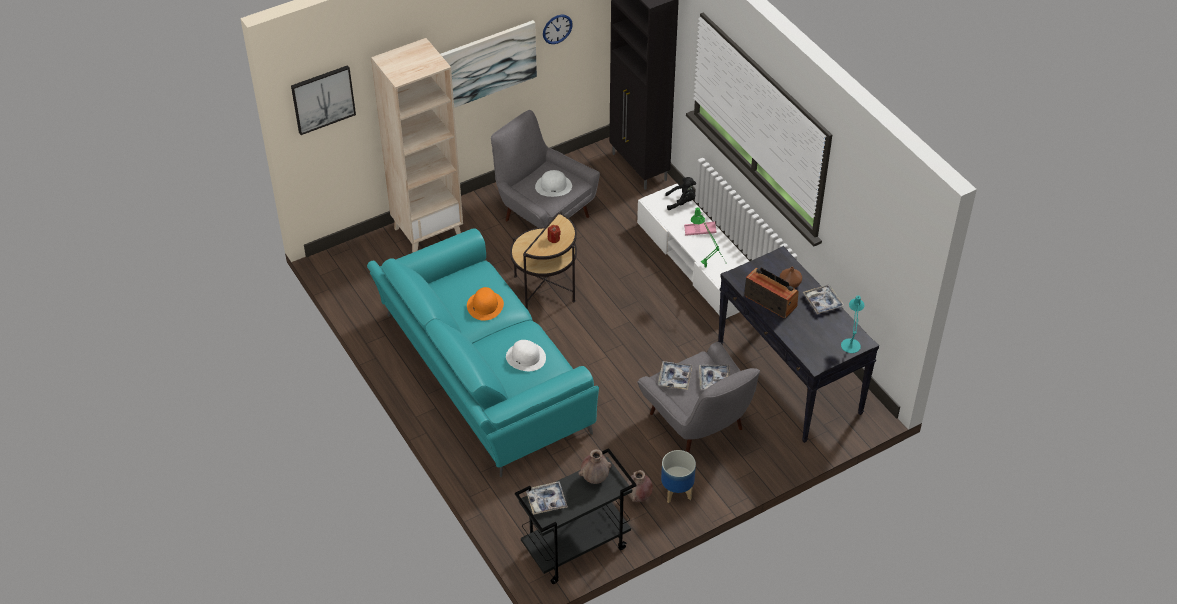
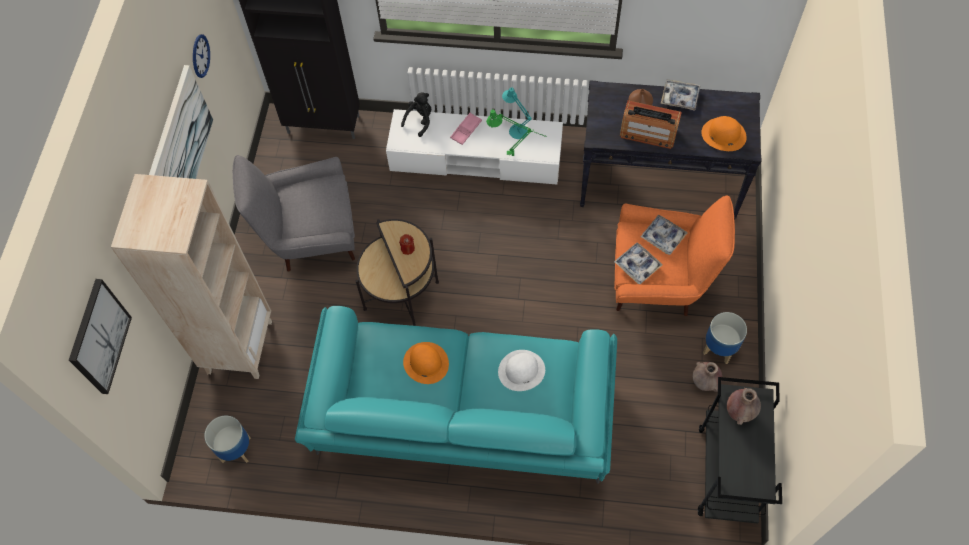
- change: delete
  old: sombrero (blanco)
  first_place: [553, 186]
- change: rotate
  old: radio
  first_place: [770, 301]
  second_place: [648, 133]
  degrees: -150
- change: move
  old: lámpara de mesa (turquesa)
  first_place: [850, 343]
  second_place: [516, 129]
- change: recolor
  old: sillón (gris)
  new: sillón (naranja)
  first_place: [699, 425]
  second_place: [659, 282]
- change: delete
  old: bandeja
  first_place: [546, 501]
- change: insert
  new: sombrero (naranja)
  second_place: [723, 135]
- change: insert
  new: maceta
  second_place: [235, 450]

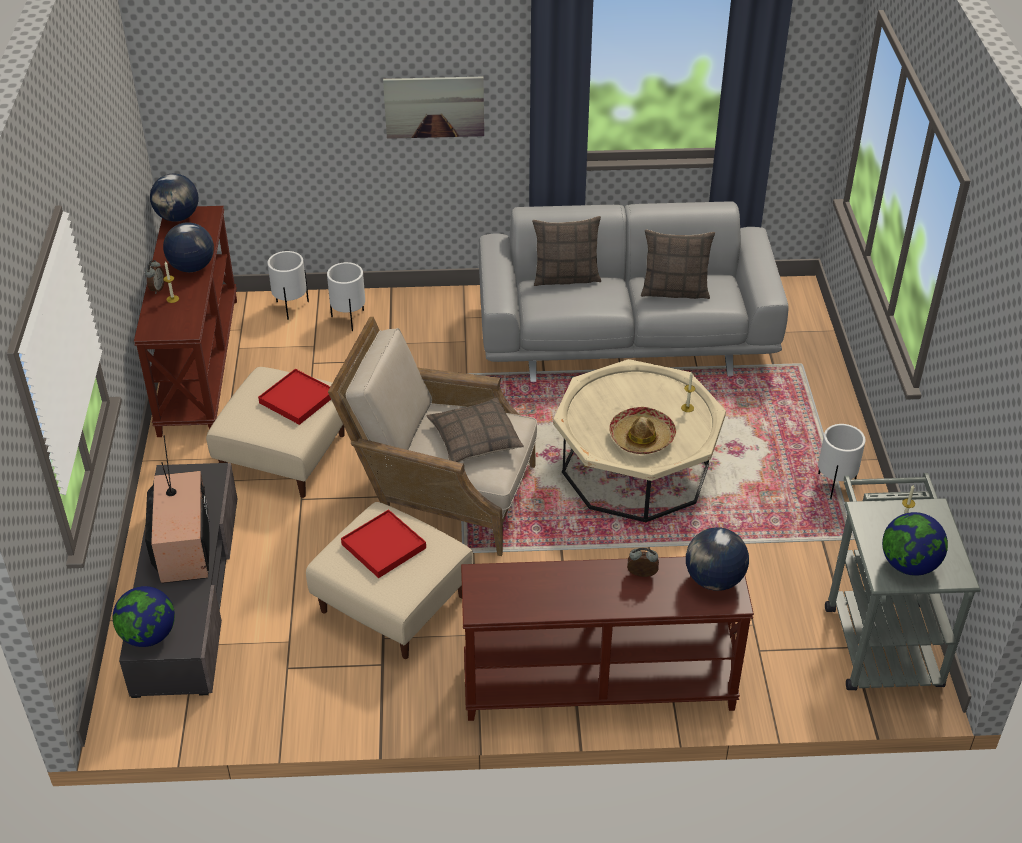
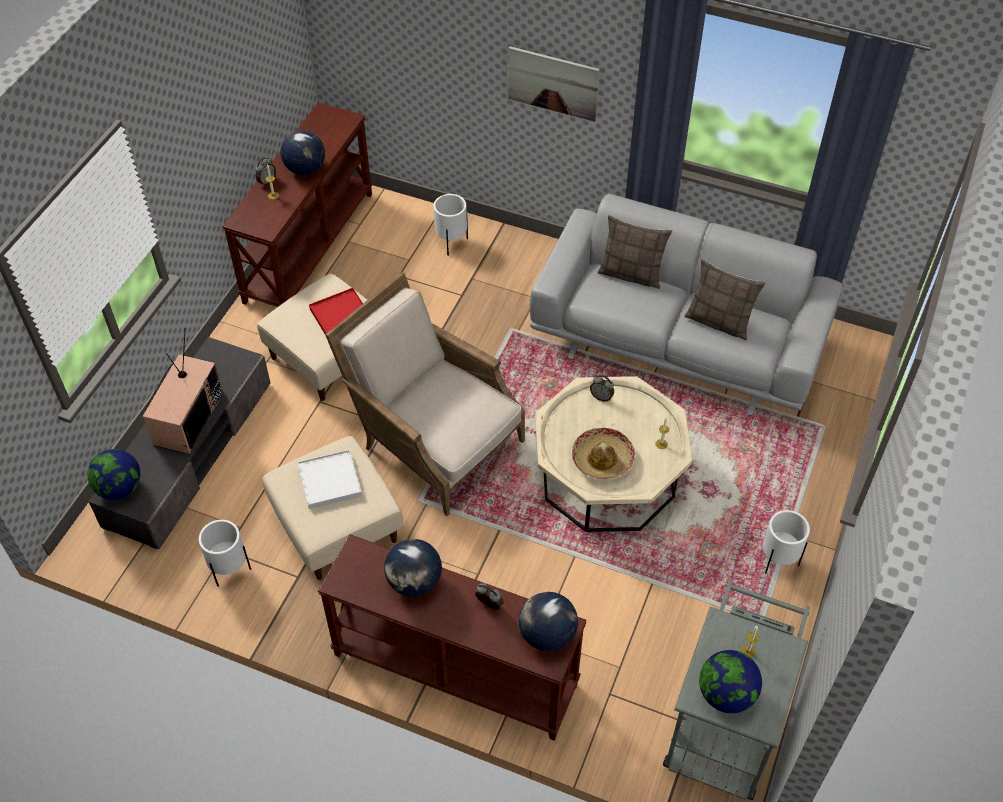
- change: move
  old: globo terráqueo
  first_place: [177, 217]
  second_place: [414, 582]
- change: move
  old: maceta (blanco)
  first_place: [291, 308]
  second_place: [230, 570]
- change: delete
  old: cojín
  first_place: [474, 439]
- change: recolor
  old: bandeja (rojo)
  new: bandeja (blanco)
  first_place: [383, 546]
  second_place: [329, 481]
- change: insert
  new: despertador
  second_place: [601, 397]

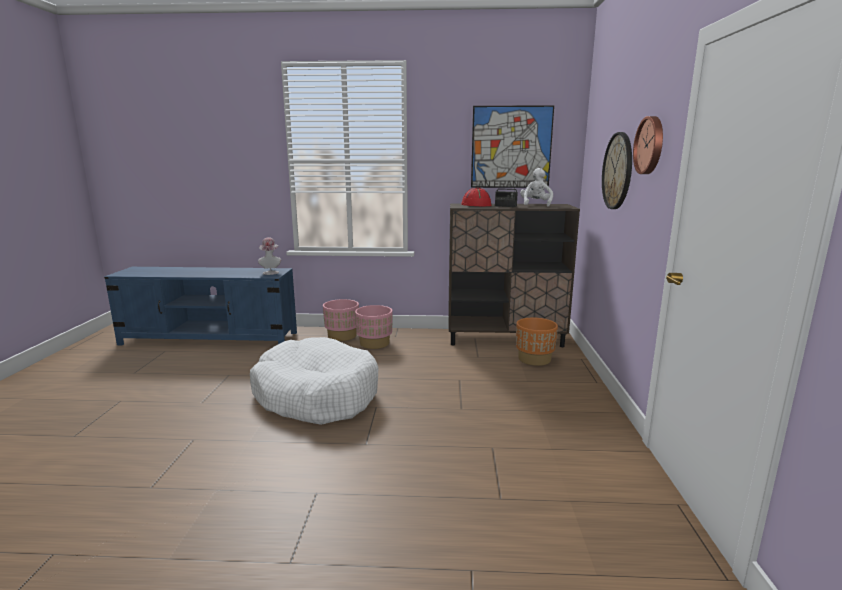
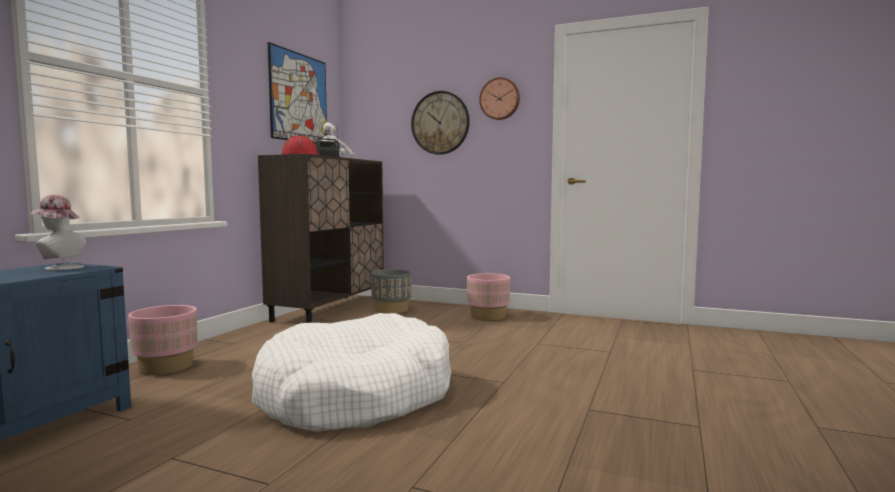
- change: move
  old: maceta (rosa)
  first_place: [374, 343]
  second_place: [488, 317]
- change: recolor
  old: maceta (naranja)
  new: maceta (gris)
  first_place: [534, 359]
  second_place: [391, 310]

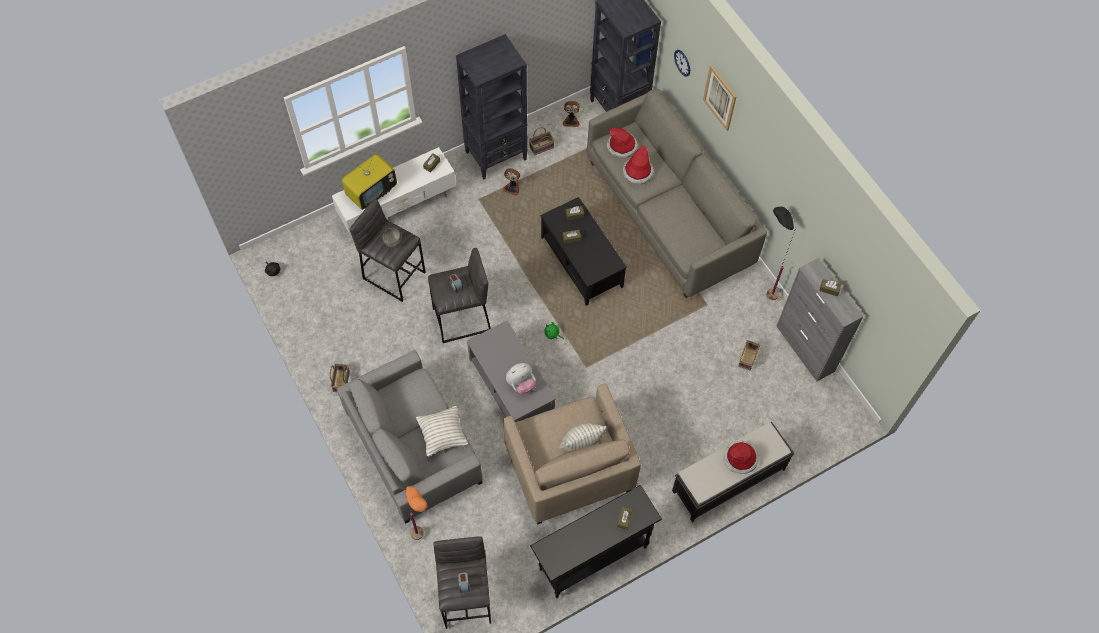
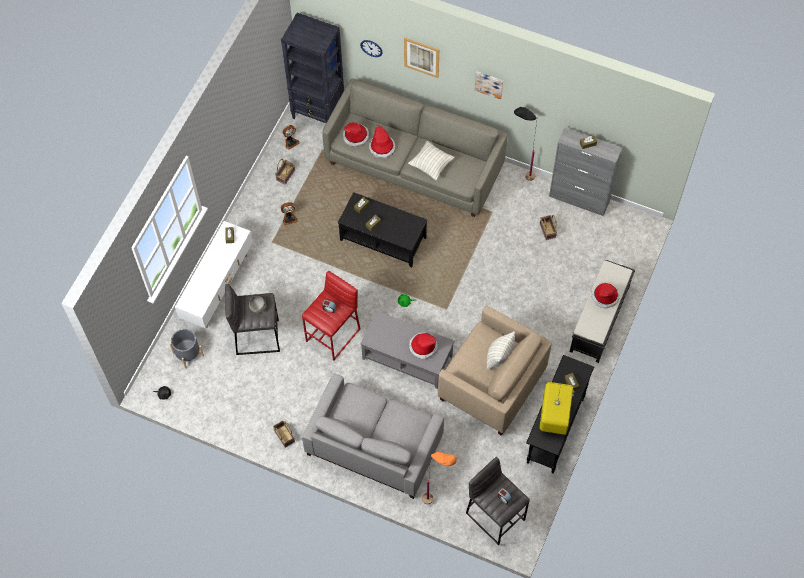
- change: delete
  old: estantería (negro)
  first_place: [496, 155]
- change: move
  old: televisor
  first_place: [372, 192]
  second_place: [554, 415]
- change: recolor
  old: taburete (gris)
  new: taburete (rojo)
  first_place: [462, 320]
  second_place: [334, 335]
- change: replace
  old: peluche
  new: sombrero
  first_place: [521, 384]
  second_place: [423, 347]
- change: move
  old: cojín
  first_place: [442, 435]
  second_place: [431, 165]
- change: insert
  new: cuadro
  second_place: [489, 84]
- change: insert
  new: maceta (gris)
  second_place: [188, 354]

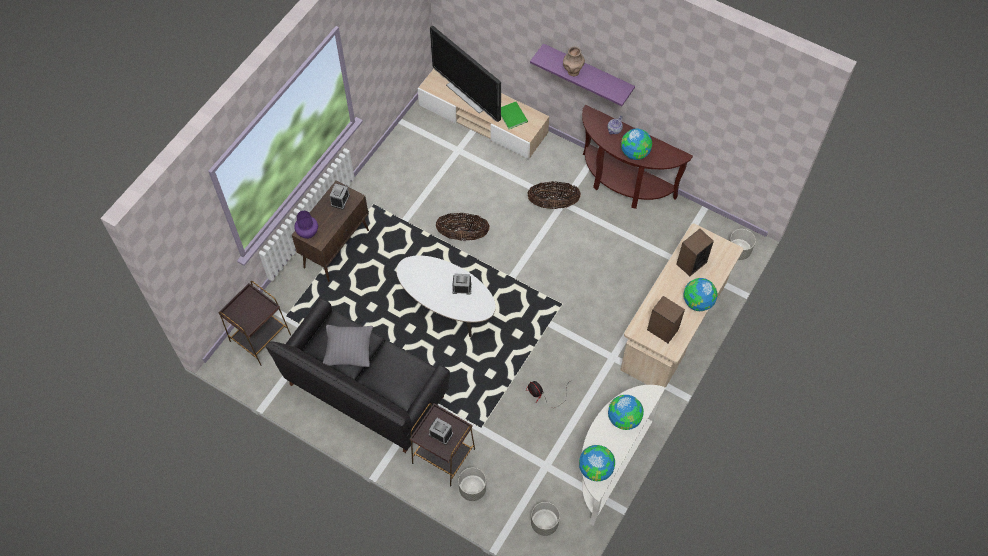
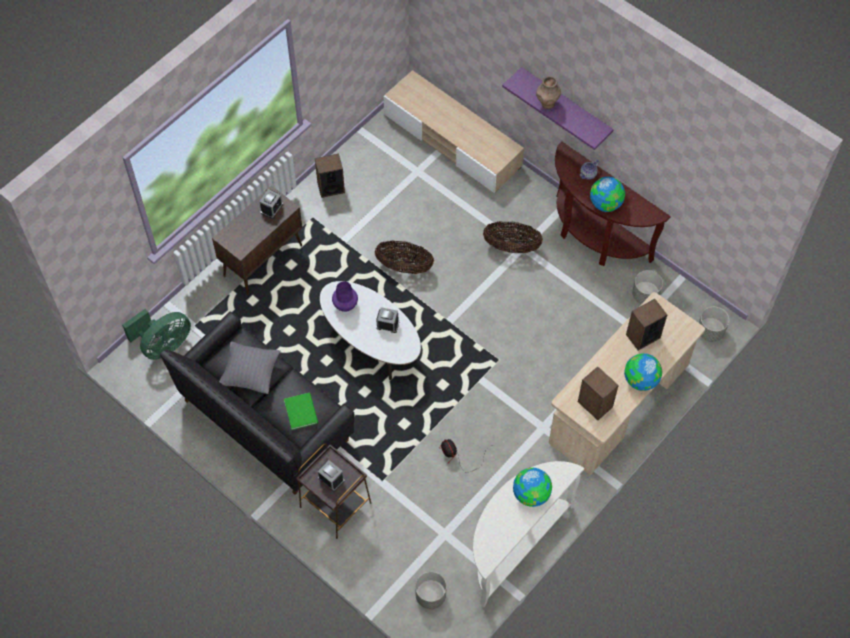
- change: delete
  old: televisor
  first_place: [468, 95]
- change: move
  old: libro (verde)
  first_place: [512, 115]
  second_place: [301, 410]
- change: move
  old: florero (morado)
  first_place: [308, 233]
  second_place: [345, 305]
- change: replace
  old: mesa auxiliar (marrón)
  new: ventilador (verde)
  first_place: [261, 338]
  second_place: [163, 345]
- change: delete
  old: globo terráqueo
  first_place: [595, 468]
- change: move
  old: maceta (gris)
  first_place: [472, 489]
  second_place: [645, 295]
- change: insert
  new: altavoz
  second_place: [331, 187]

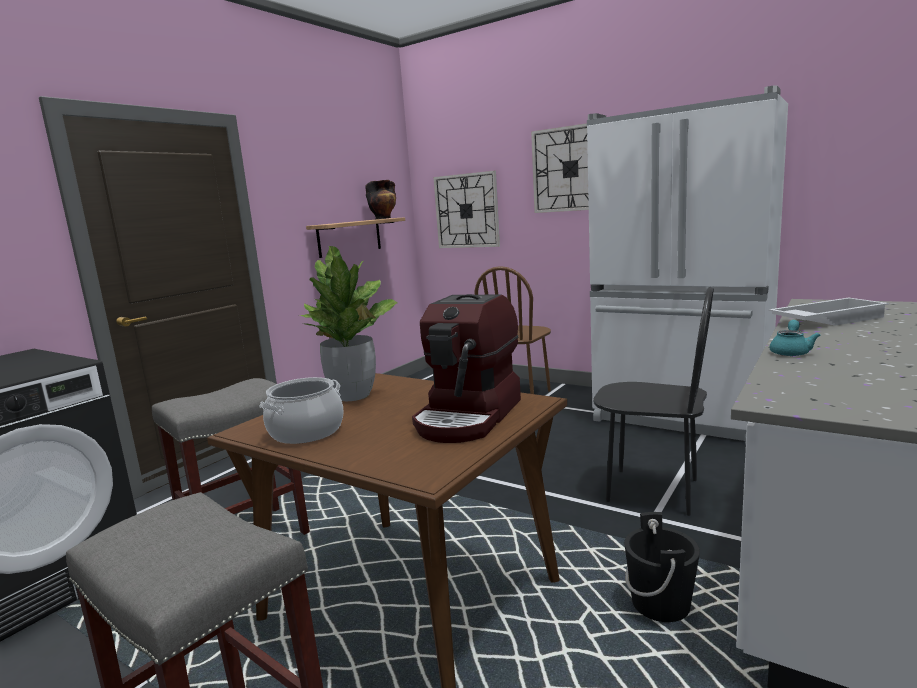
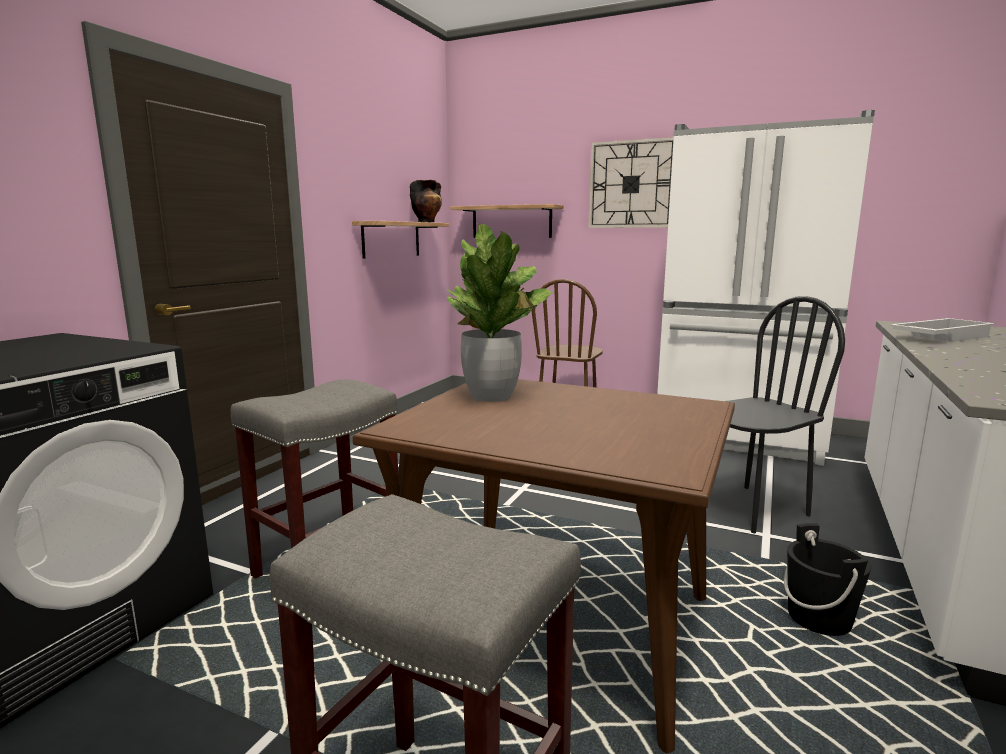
- change: replace
  old: reloj de pared
  new: estante
  first_place: [467, 211]
  second_place: [511, 222]
- change: rotate
  old: silla (negro)
  first_place: [652, 490]
  second_place: [750, 508]
  degrees: -45
- change: delete
  old: cafetera
  first_place: [469, 416]
- change: delete
  old: tetera (turquesa)
  first_place: [791, 351]
- change: delete
  old: olla
  first_place: [306, 431]

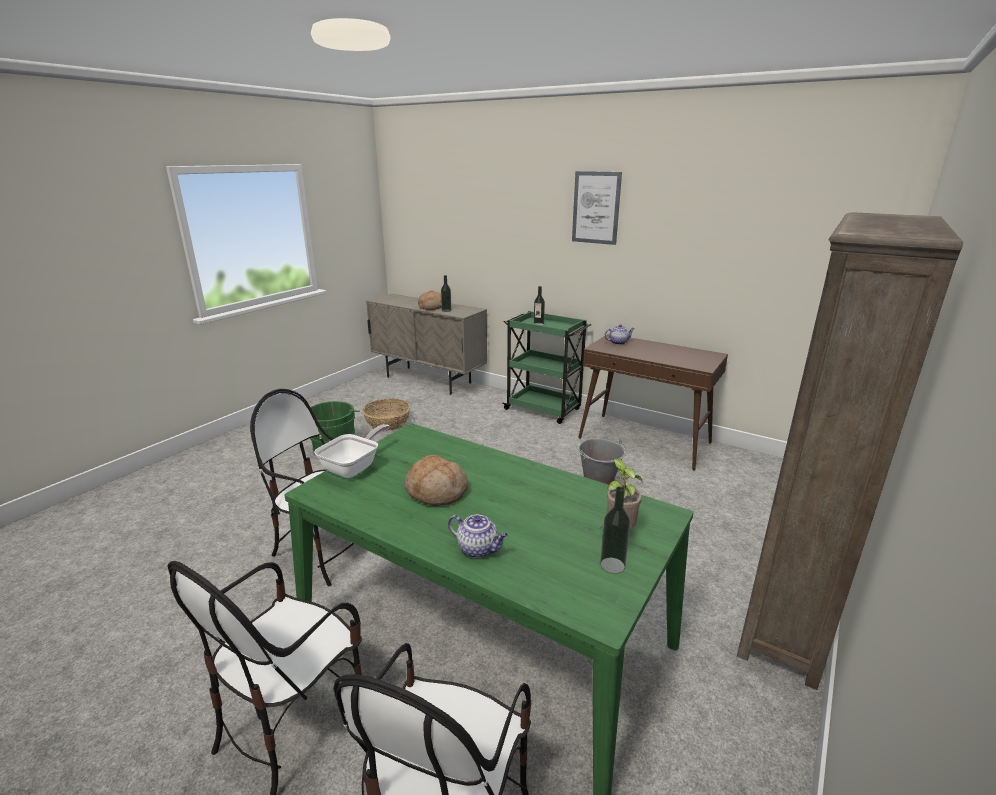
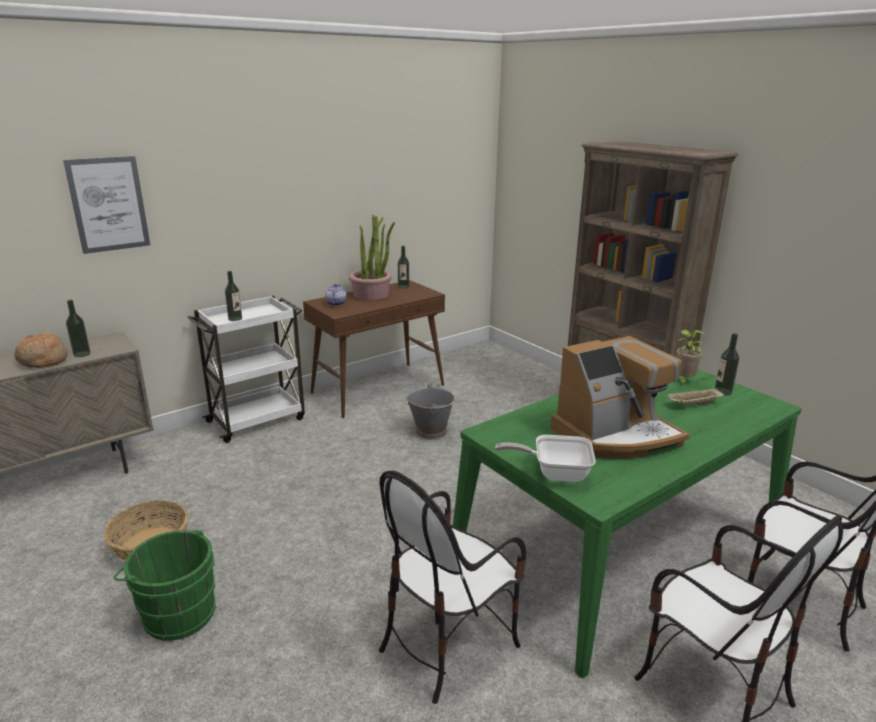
- change: move
  old: cuadro
  first_place: [596, 208]
  second_place: [108, 204]
- change: recolor
  old: carrito (verde)
  new: carrito (blanco)
  first_place: [544, 409]
  second_place: [258, 419]
- change: rotate
  old: sartén
  first_place: [354, 467]
  second_place: [554, 473]
  degrees: -45
- change: replace
  old: pan
  new: cafetera
  first_place: [436, 491]
  second_place: [615, 435]
- change: delete
  old: tetera
  first_place: [478, 549]
- change: insert
  new: planta en maceta
  second_place: [371, 294]
- change: insert
  new: botella
  second_place: [403, 287]
- change: insert
  new: bandeja (beis)
  second_place: [694, 404]

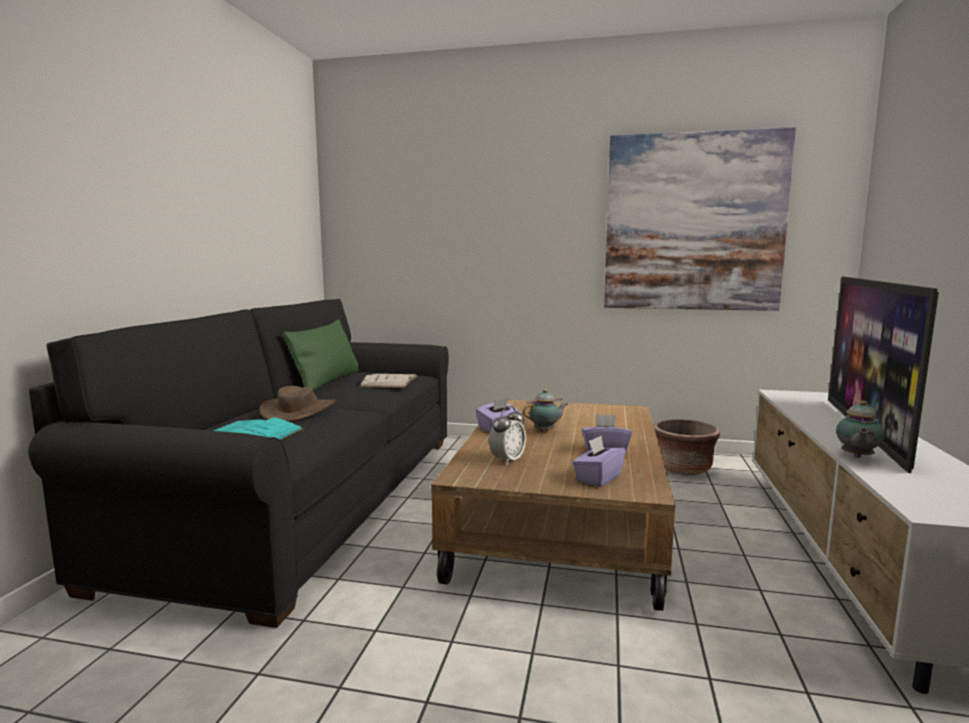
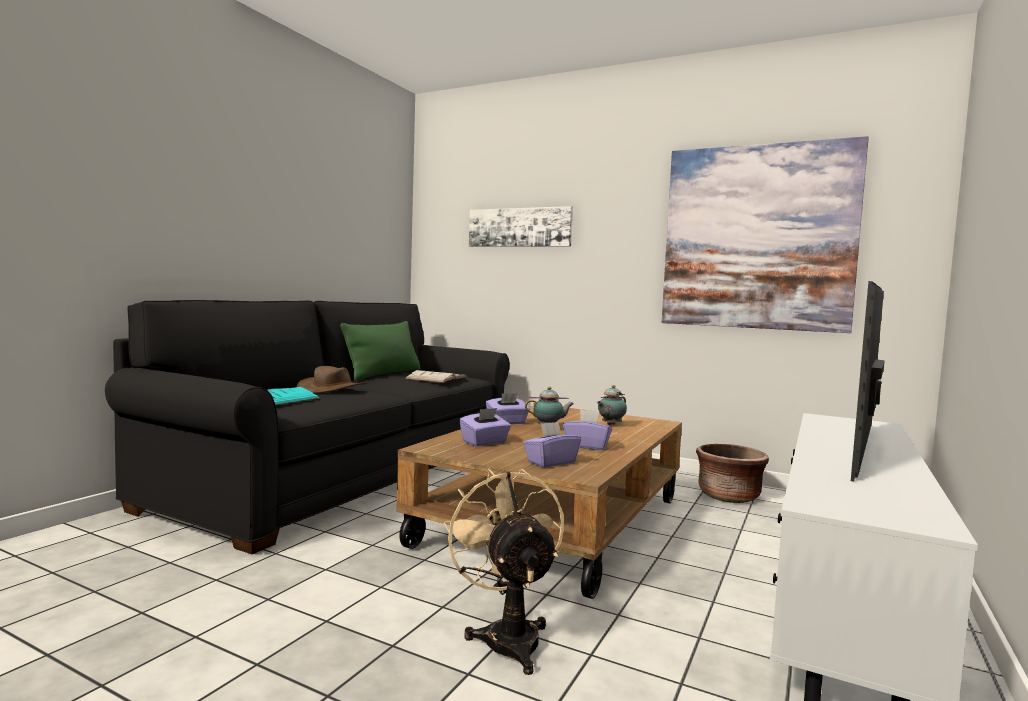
- change: move
  old: tetera
  first_place: [856, 457]
  second_place: [610, 425]
- change: replace
  old: despertador
  new: caja de pañuelos (morado)
  first_place: [507, 460]
  second_place: [484, 442]
- change: insert
  new: cuadro
  second_place: [519, 227]
- change: insert
  new: ventilador (beis)
  second_place: [507, 635]

